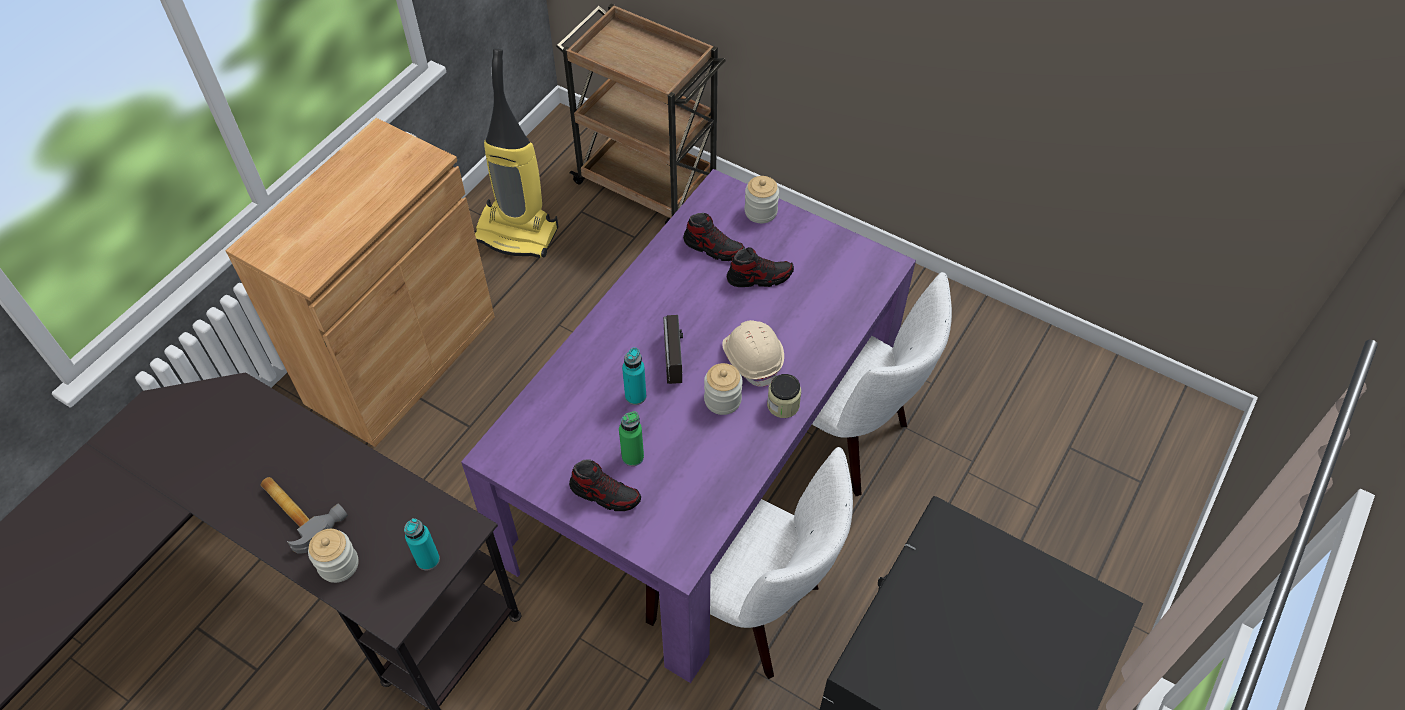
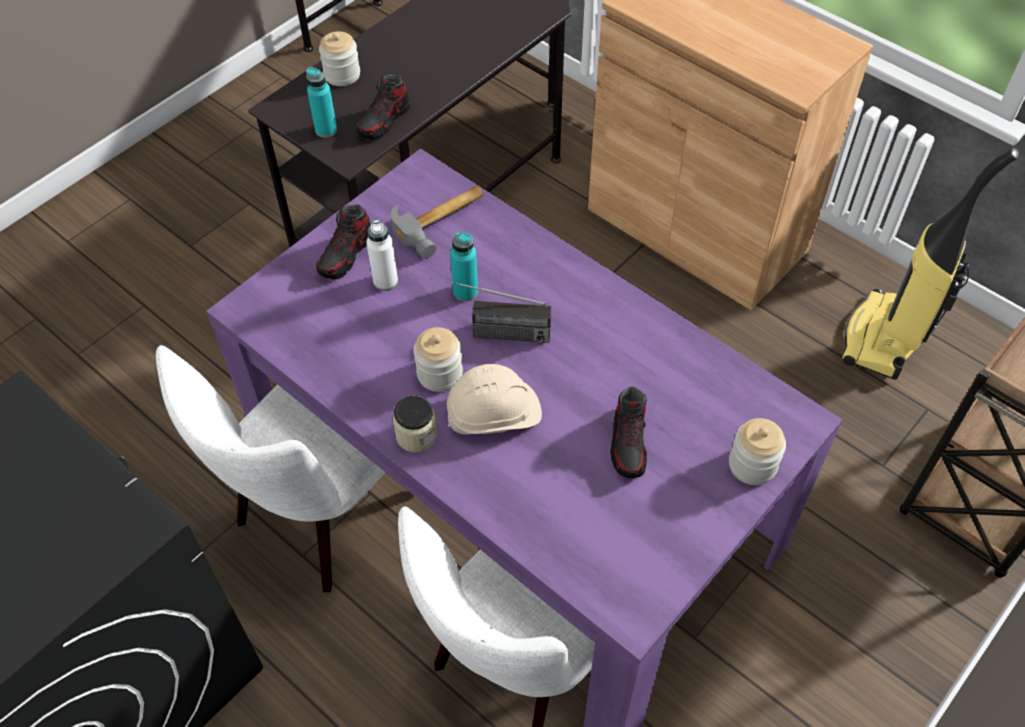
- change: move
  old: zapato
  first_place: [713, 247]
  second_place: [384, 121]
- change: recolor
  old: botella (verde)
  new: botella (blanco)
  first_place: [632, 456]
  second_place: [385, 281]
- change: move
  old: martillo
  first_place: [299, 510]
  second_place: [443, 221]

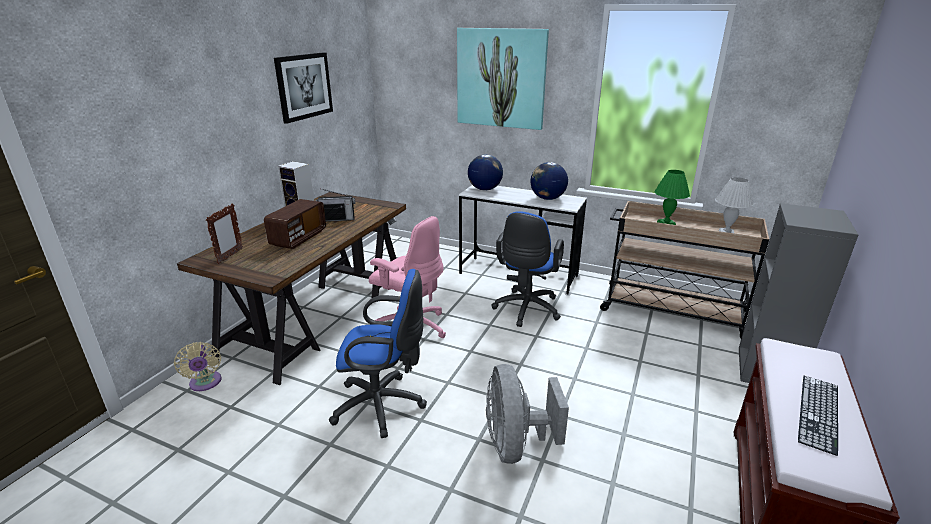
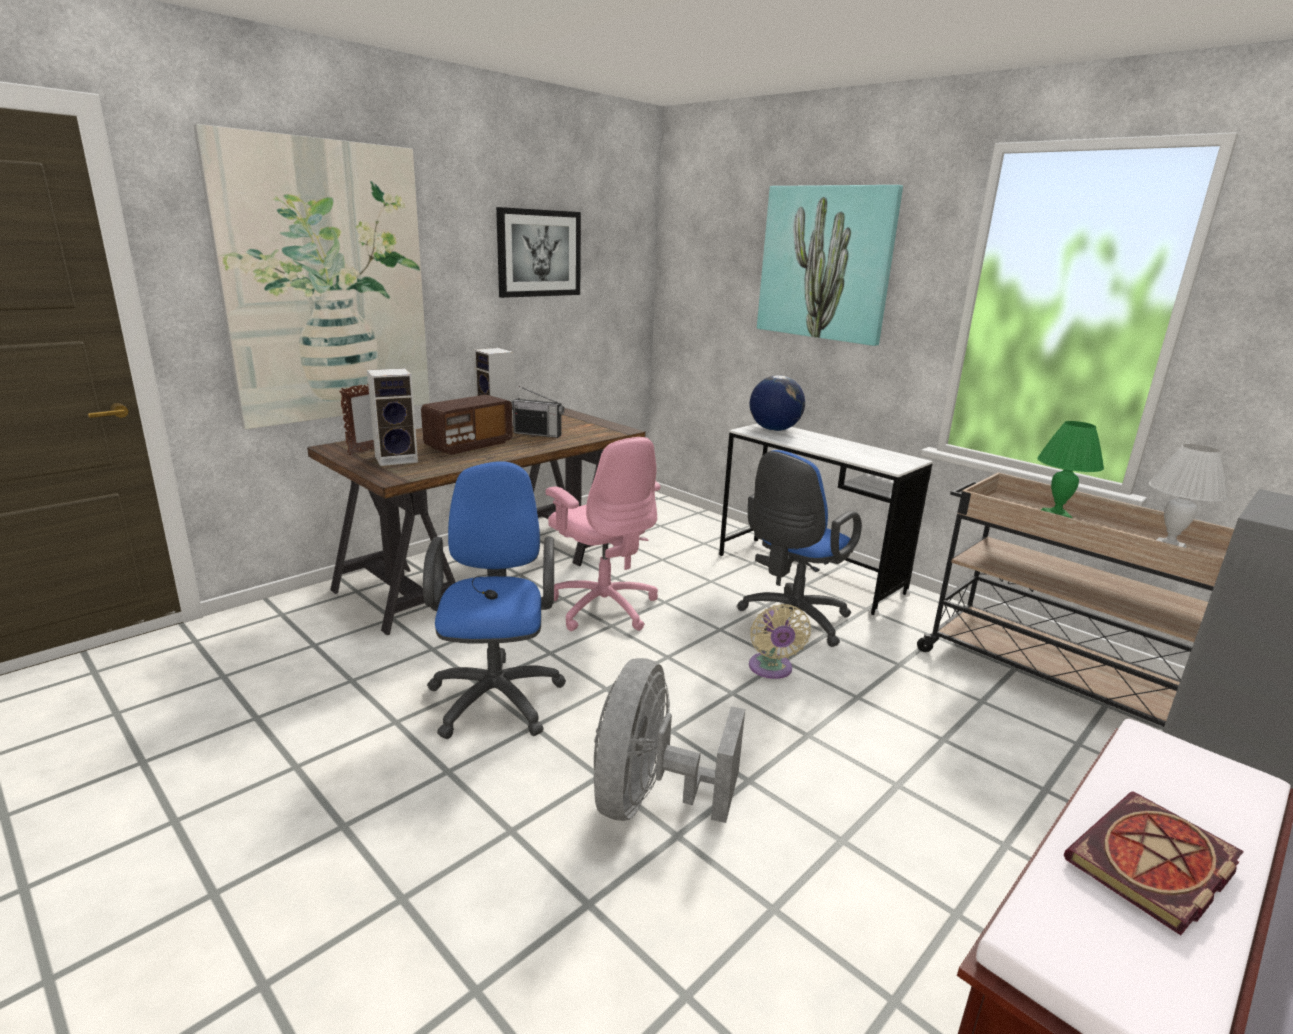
- change: delete
  old: globo terráqueo
  first_place: [547, 198]
- change: rotate
  old: silla de oficina (azul)
  first_place: [383, 405]
  second_place: [497, 694]
  degrees: -120
- change: move
  old: ventilador (beis)
  first_place: [205, 383]
  second_place: [771, 669]
- change: replace
  old: teclado
  new: libro
  first_place: [818, 412]
  second_place: [1153, 866]
- change: insert
  new: cuadro
  second_place: [327, 284]
- change: insert
  new: altavoz
  second_place: [398, 459]

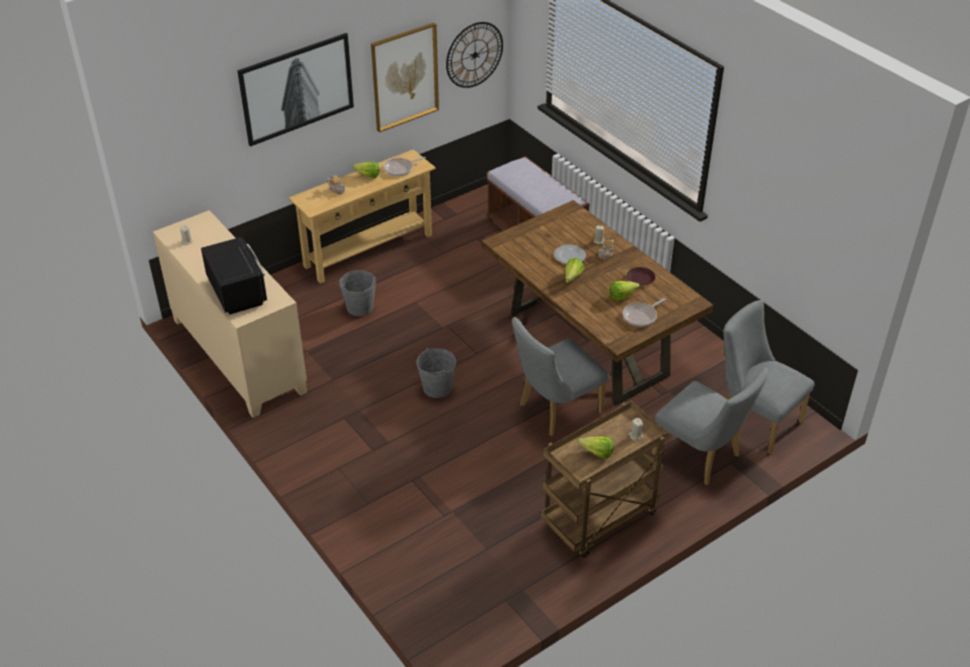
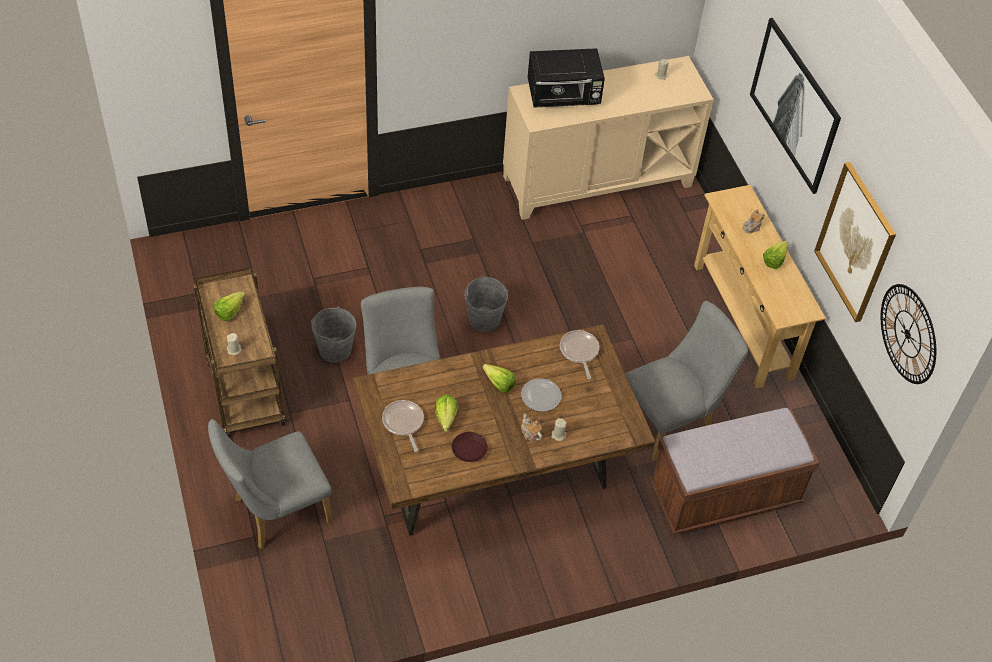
- change: move
  old: sartén
  first_place: [400, 169]
  second_place: [579, 351]
- change: move
  old: cubo (gris)
  first_place: [359, 307]
  second_place: [335, 350]
- change: move
  old: silla (gris)
  first_place: [754, 419]
  second_place: [672, 420]

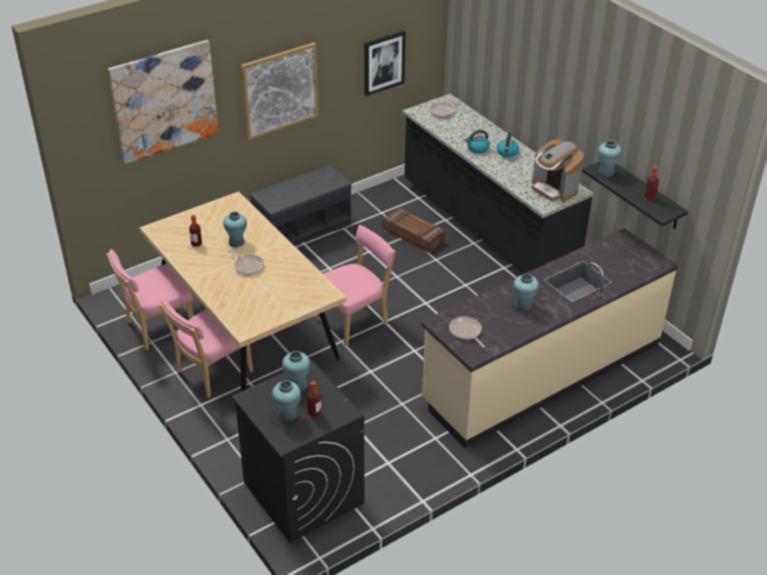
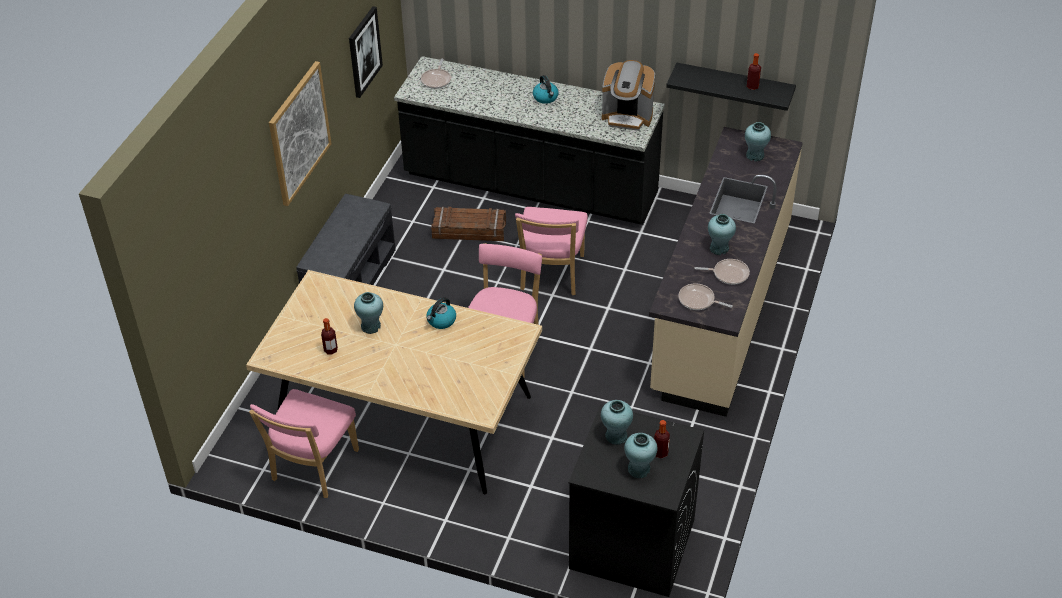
- change: delete
  old: cuadro
  first_place: [164, 101]
- change: move
  old: hervidor
  first_place: [477, 148]
  second_place: [441, 321]
- change: move
  old: florero (turquesa)
  first_place: [606, 172]
  second_place: [755, 155]
- change: move
  old: sartén
  first_place: [248, 266]
  second_place: [728, 274]
- change: move
  old: silla (rosa)
  first_place: [211, 373]
  second_place: [551, 275]

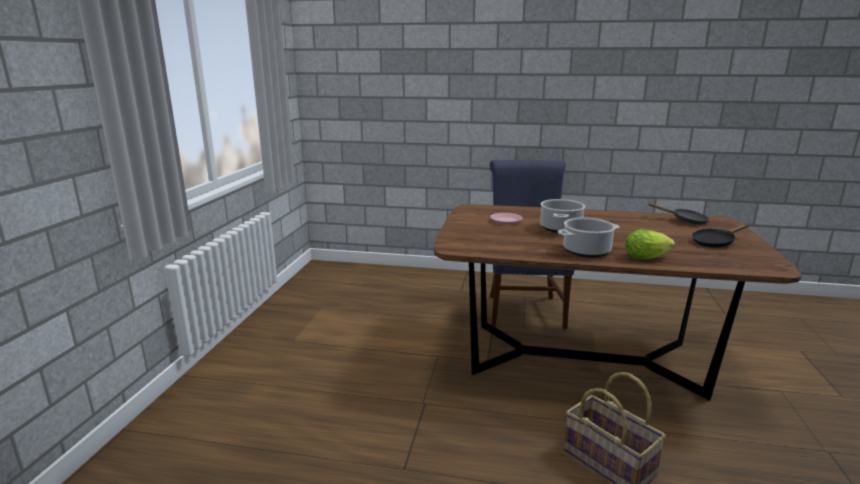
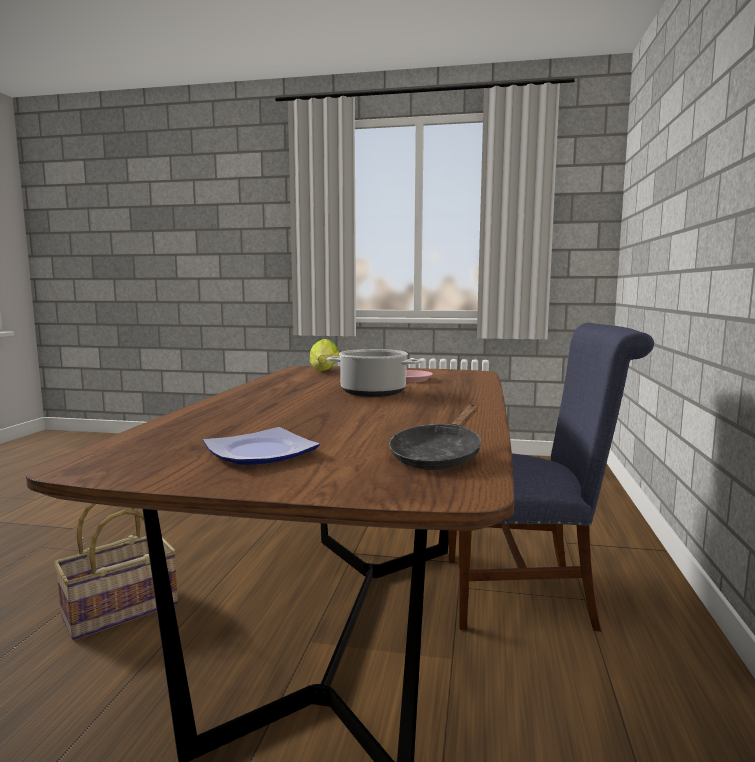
- change: delete
  old: olla
  first_place: [586, 251]
- change: replace
  old: sartén (negro)
  new: plato
  first_place: [715, 242]
  second_place: [263, 453]
- change: move
  old: lechuga
  first_place: [648, 258]
  second_place: [324, 371]

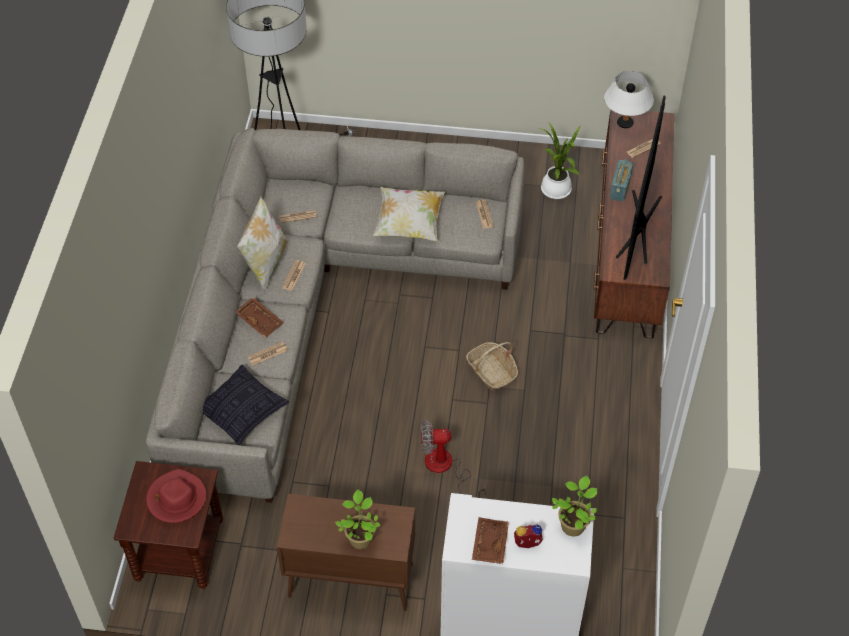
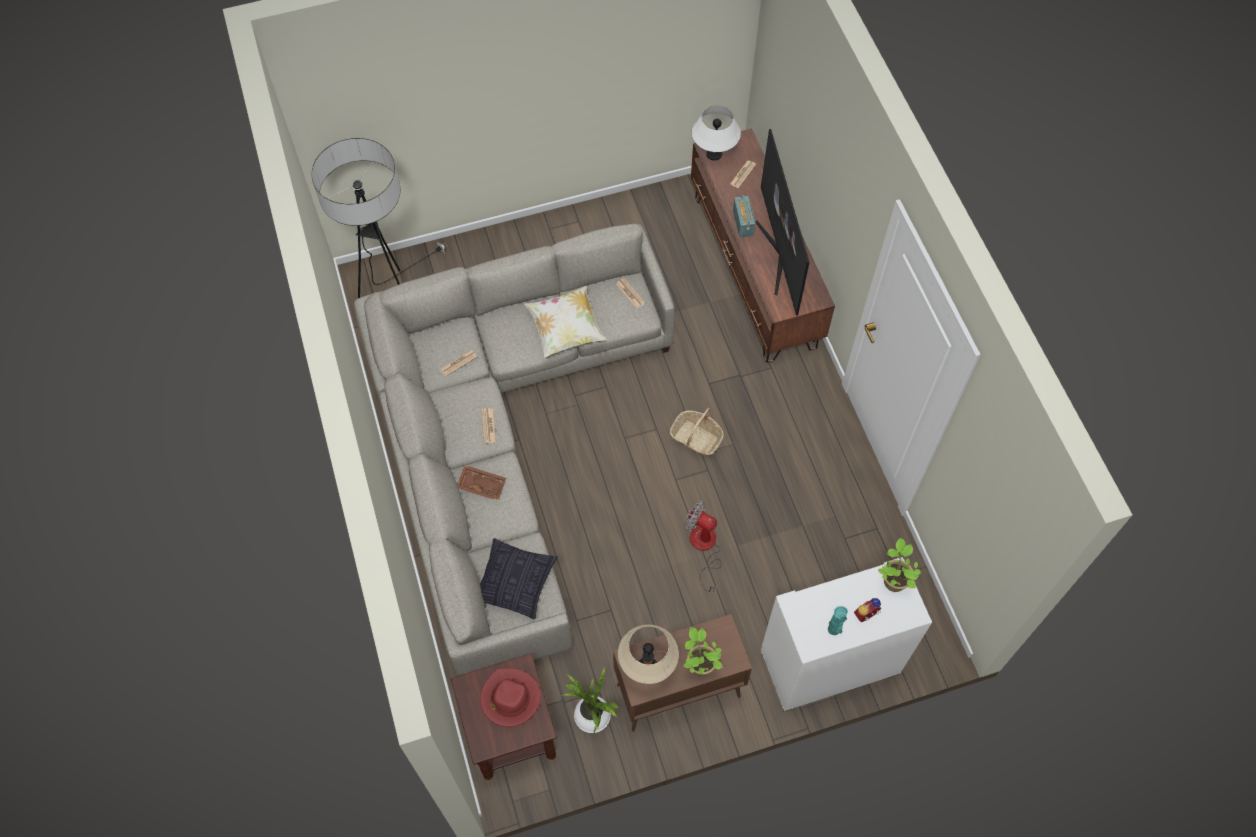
- change: move
  old: planta en maceta
  first_place: [556, 191]
  second_place: [593, 718]
- change: delete
  old: cojín
  first_place: [265, 264]
- change: delete
  old: periódico
  first_place: [267, 354]
- change: rotate
  old: ventilador
  first_place: [445, 468]
  second_place: [704, 548]
  degrees: 60
- change: replace
  old: bandeja (marrón)
  new: florero (turquesa)
  first_place: [489, 544]
  second_place: [834, 630]
- change: insert
  new: lámpara de mesa (beis)
  second_place: [647, 666]

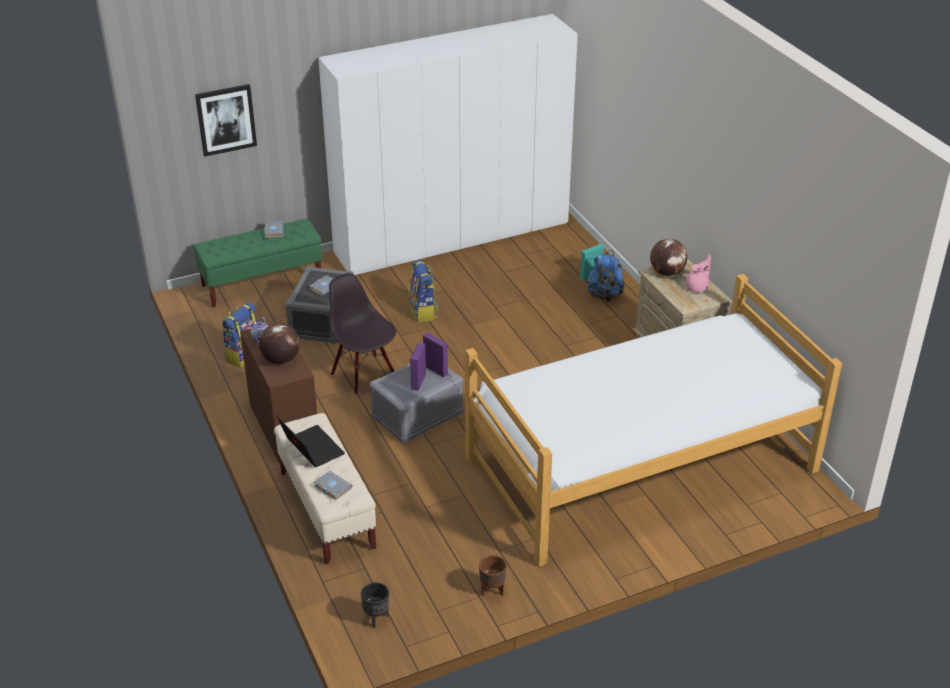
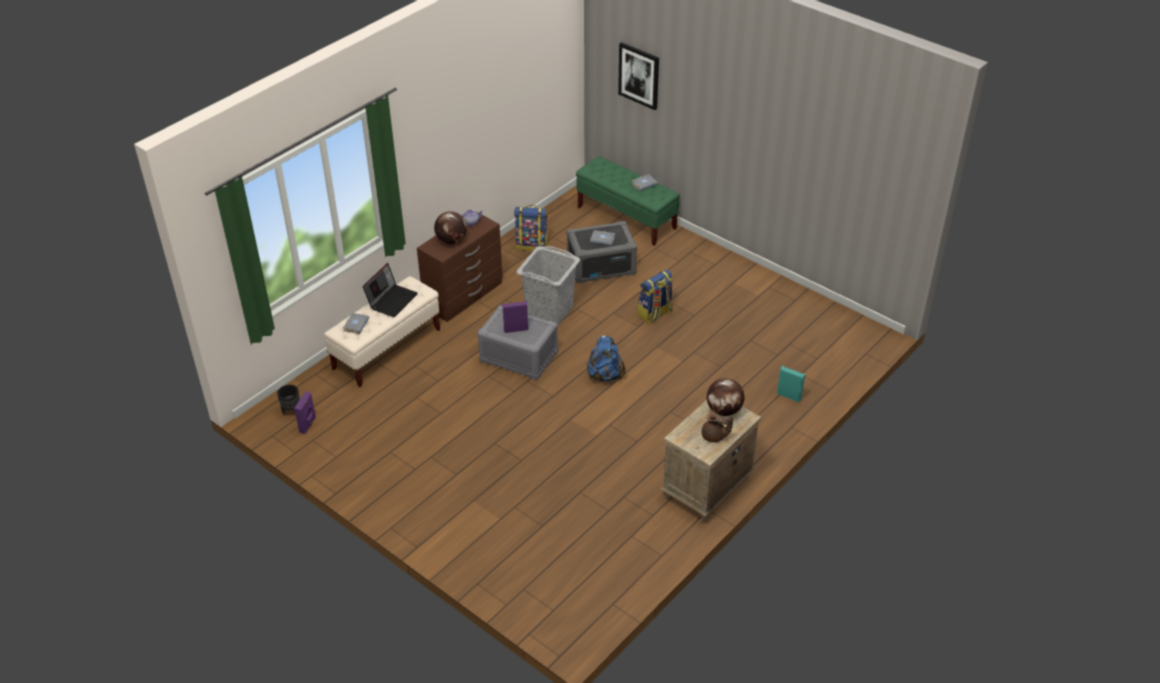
- change: delete
  old: armario ropero (blanco)
  first_place: [453, 237]
- change: move
  old: mochila (azul)
  first_place: [605, 295]
  second_place: [605, 375]
- change: recolor
  old: tetera (rosa)
  new: tetera (marrón)
  first_place: [697, 287]
  second_place: [714, 437]
- change: replace
  old: silla (negro)
  new: cesto de la ropa (gris)
  first_place: [364, 374]
  second_place: [550, 311]
- change: delete
  old: cama
  first_place: [642, 465]
- change: move
  old: altavoz (morado)
  first_place: [436, 369]
  second_place: [308, 425]
- change: delete
  old: maceta (marrón)
  first_place: [491, 590]

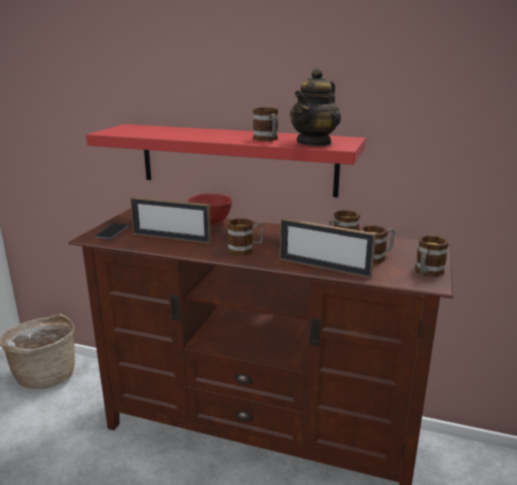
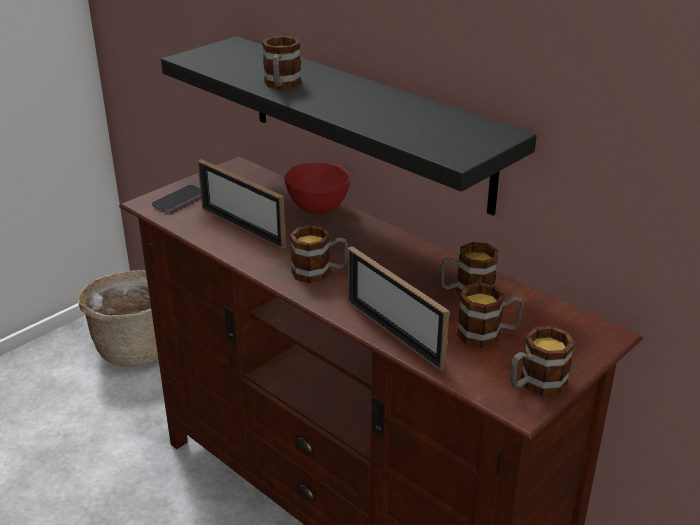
- change: delete
  old: tetera
  first_place: [314, 143]
- change: move
  old: taza grande
  first_place: [267, 139]
  second_place: [281, 85]
- change: recolor
  old: estante (rojo)
  new: estante (negro)
  first_place: [236, 159]
  second_place: [366, 121]

